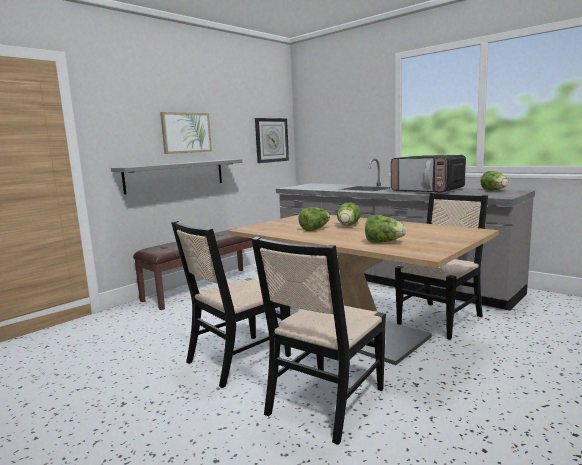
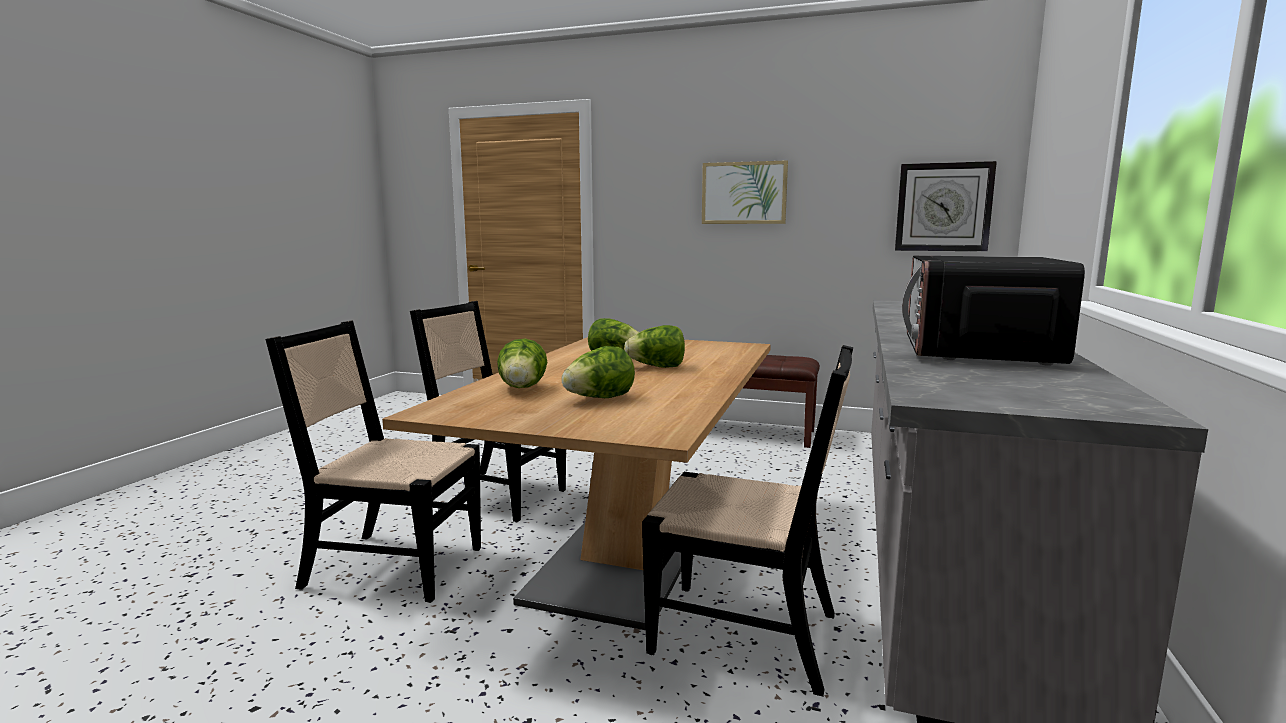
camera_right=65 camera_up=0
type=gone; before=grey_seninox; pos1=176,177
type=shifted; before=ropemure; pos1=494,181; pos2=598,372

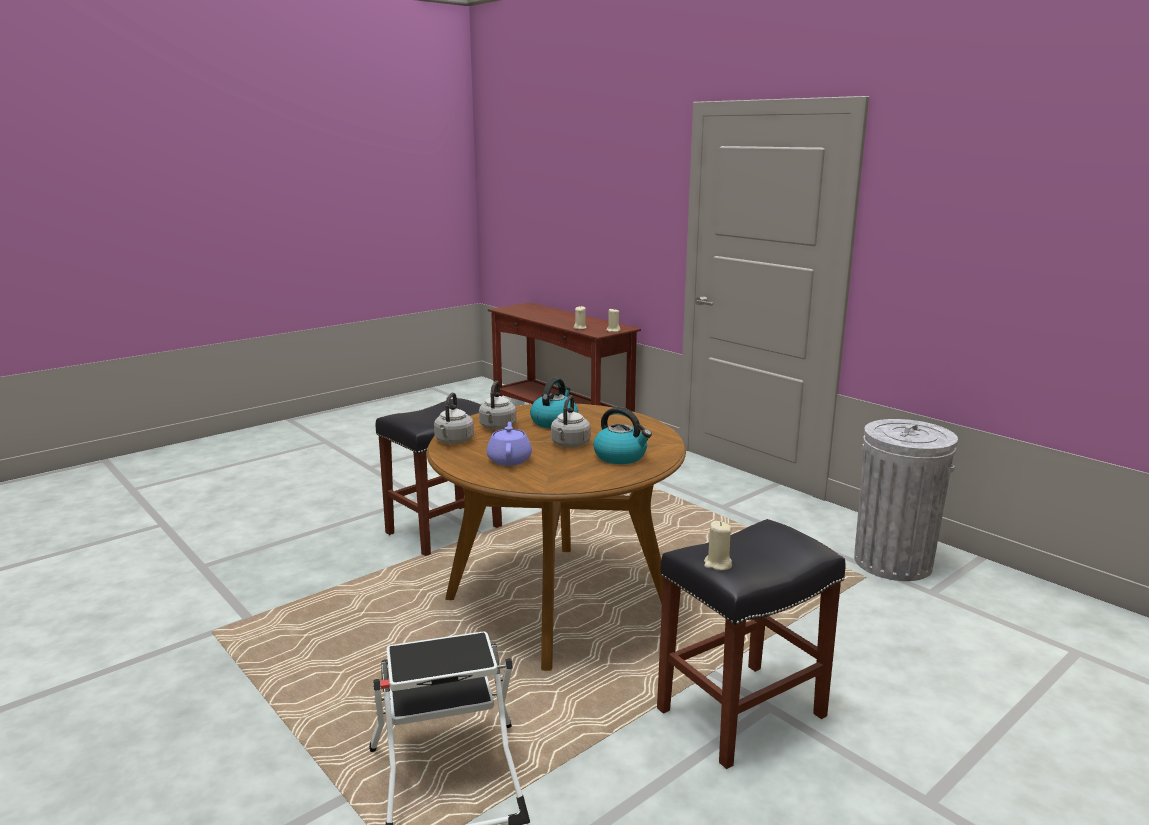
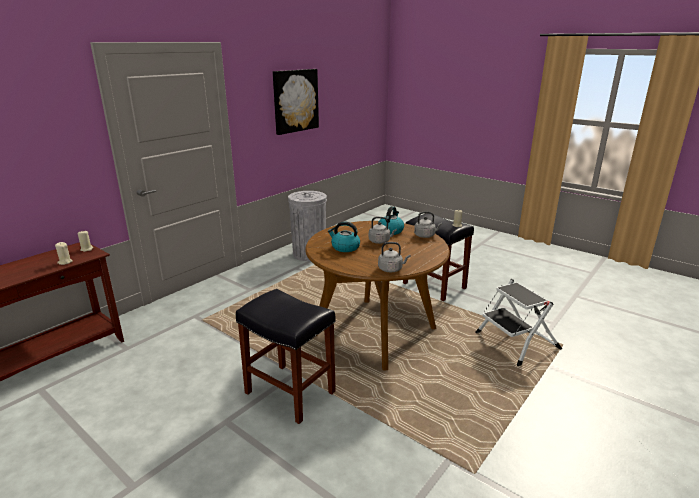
camera_right=-100 camera_up=5
type=shifted; before=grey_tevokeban; pos1=497,405; pos2=428,225
type=gone; before=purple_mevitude; pos1=509,444
type=new; after=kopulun; pos2=296,102

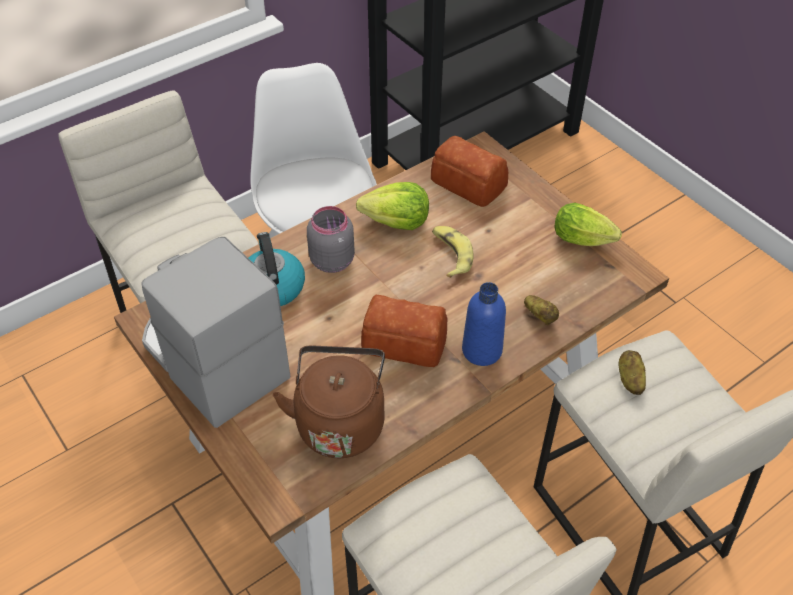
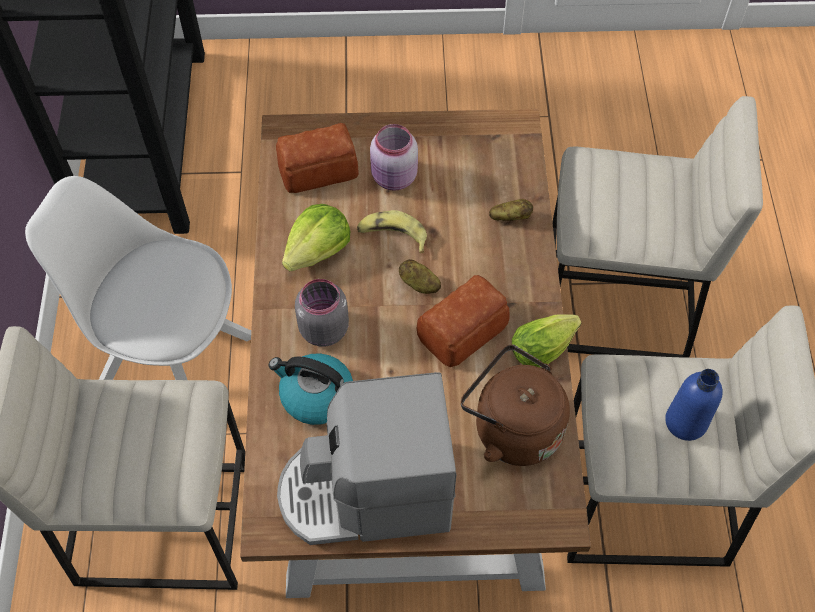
camera_right=-55 camera_up=10
type=shifted; before=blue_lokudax; pos1=484,324; pos2=694,405
type=shifted; before=ropemure; pos1=588,224; pos2=546,341
type=shifted; before=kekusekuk; pos1=632,372; pos2=420,276
type=new; after=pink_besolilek; pos2=394,157

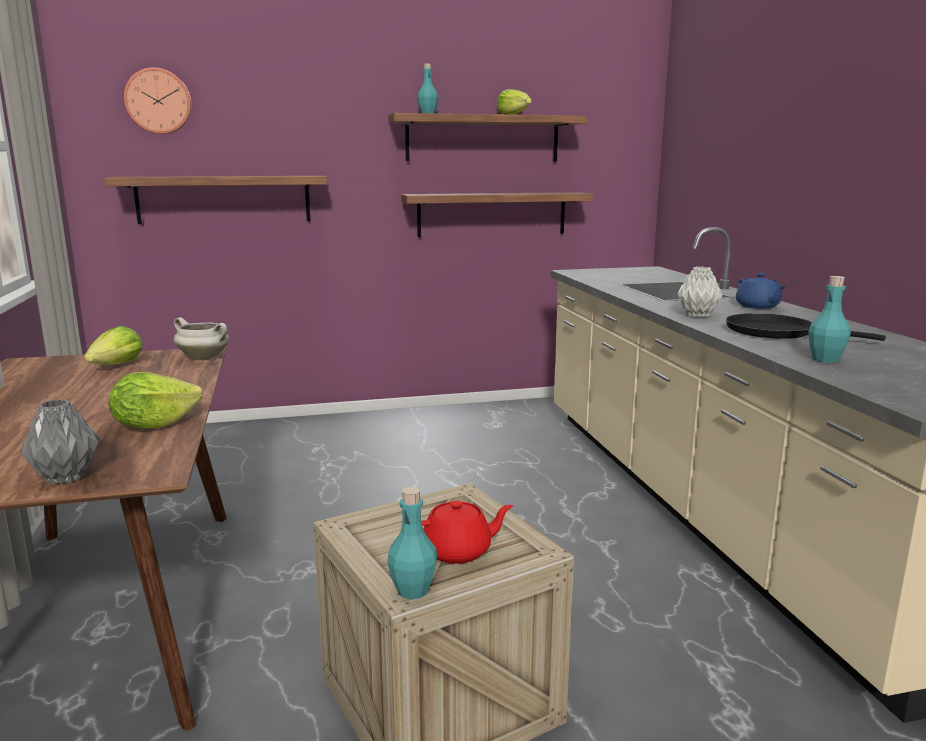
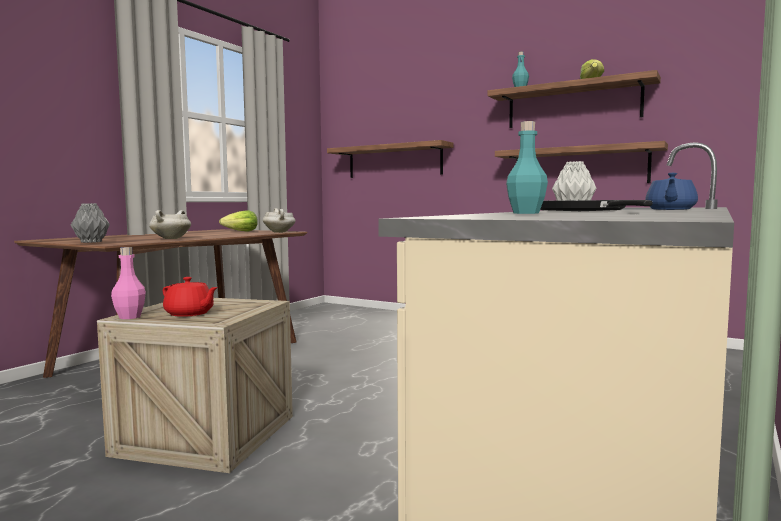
camera_right=45 camera_up=-10
type=swapped; before=ropemure; after=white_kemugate; pos1=155,400; pos2=170,224
type=gone; before=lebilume; pos1=158,100
type=repainted; before=turquoise_lokudax; after=pink_lokudax; pos1=412,543; pos2=128,283

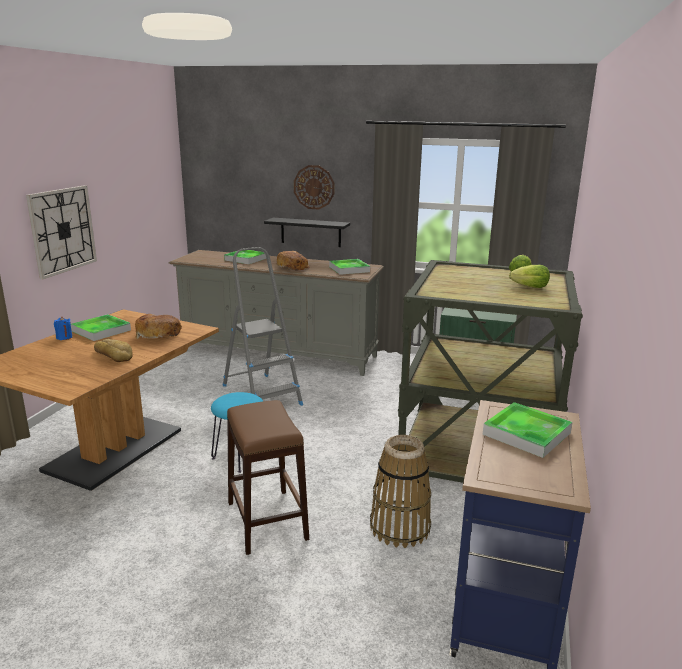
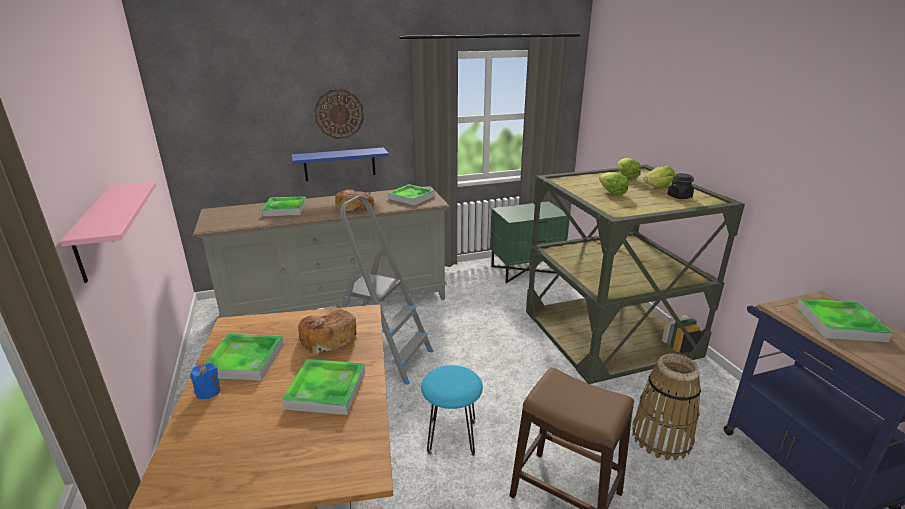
camera_right=-35 camera_up=5
type=swapped; before=lebilume; after=pink_seninox; pos1=61,232; pos2=108,232
type=swapped; before=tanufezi; after=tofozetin; pos1=113,350; pos2=323,387
type=repainted; before=black_seninox; after=blue_seninox; pos1=307,232; pos2=340,164
type=new; after=ropemure; pos2=613,183
type=new; after=black_besolilek; pos2=680,186

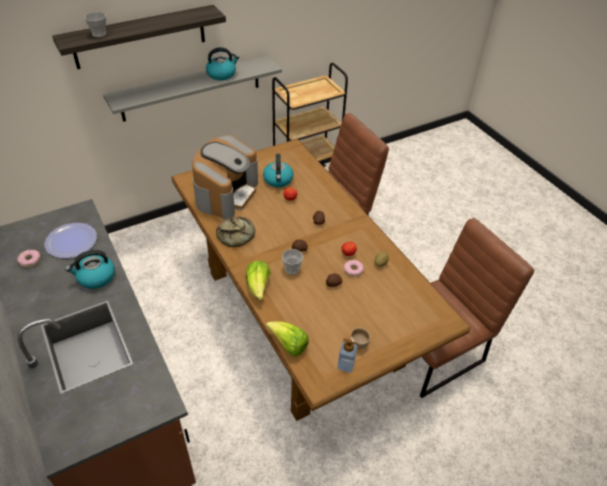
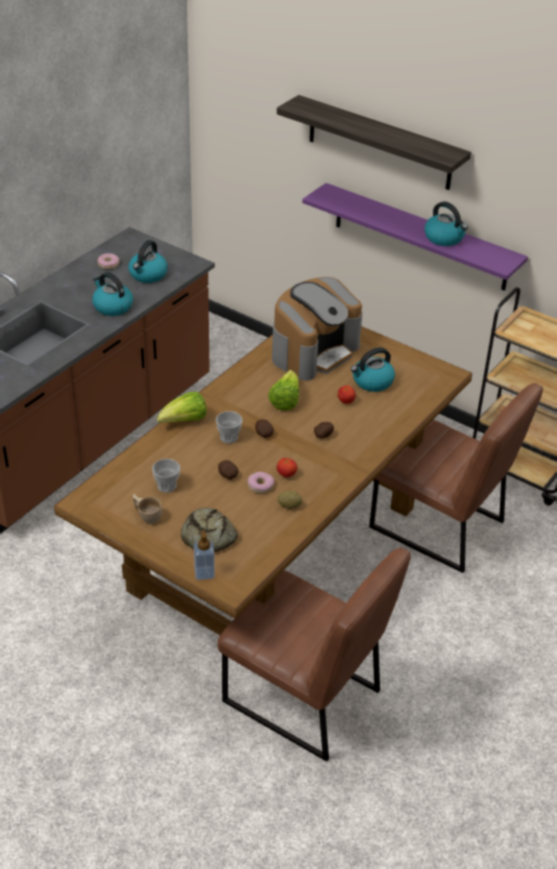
camera_right=65 camera_up=-5
type=swapped; before=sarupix; after=tevokeban; pos1=71,240; pos2=148,261
type=shifted; before=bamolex; pos1=95,24; pos2=166,476
type=repainted; before=grey_seninox; after=purple_seninox; pos1=192,89; pos2=415,237
type=rotated; before=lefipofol; pos1=225,177; pos2=317,329; turn=-45
type=shifted; before=tanufezi; pos1=235,232; pos2=209,529
type=shifted; before=ropemure; pos1=287,339; pos2=283,390
type=shifted; before=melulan; pos1=347,355; pos2=204,555

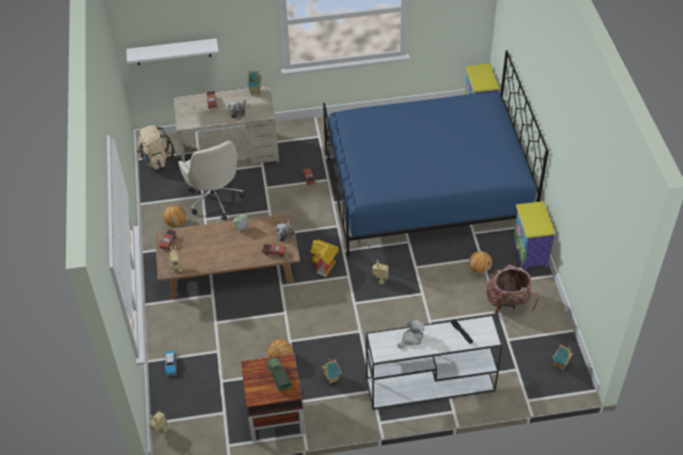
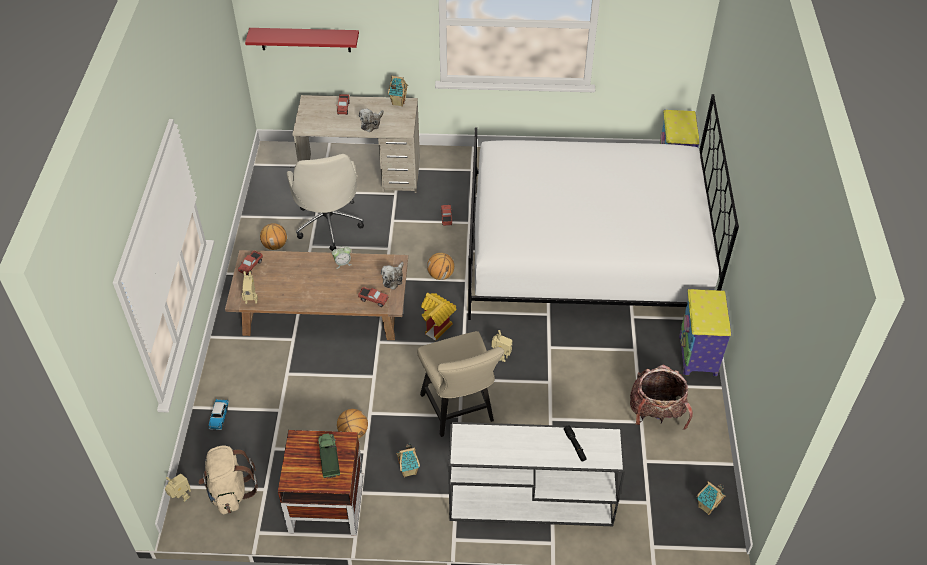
camera_right=10 camera_up=0
type=repainted; before=white_seninox; after=red_seninox; pos1=172,51; pos2=302,40
type=shifted; before=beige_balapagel; pos1=155,147; pos2=228,480
type=repainted; before=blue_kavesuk; after=white_kavesuk; pos1=436,153; pos2=603,207
type=gone; before=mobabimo; pos1=411,333
type=shifted; before=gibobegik; pos1=480,262; pos2=440,266
type=new; after=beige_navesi; pos2=460,384

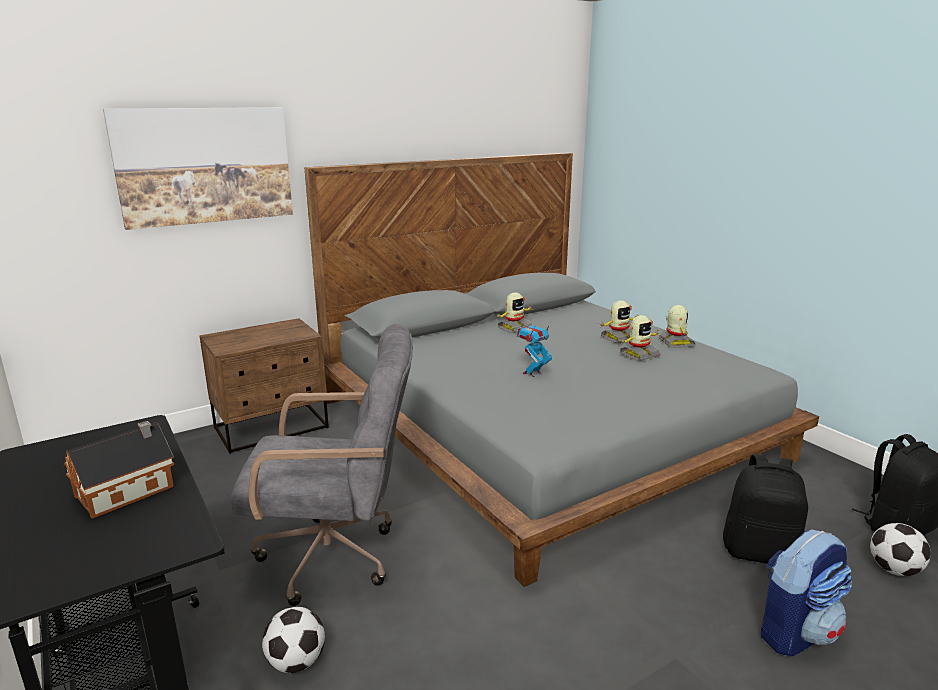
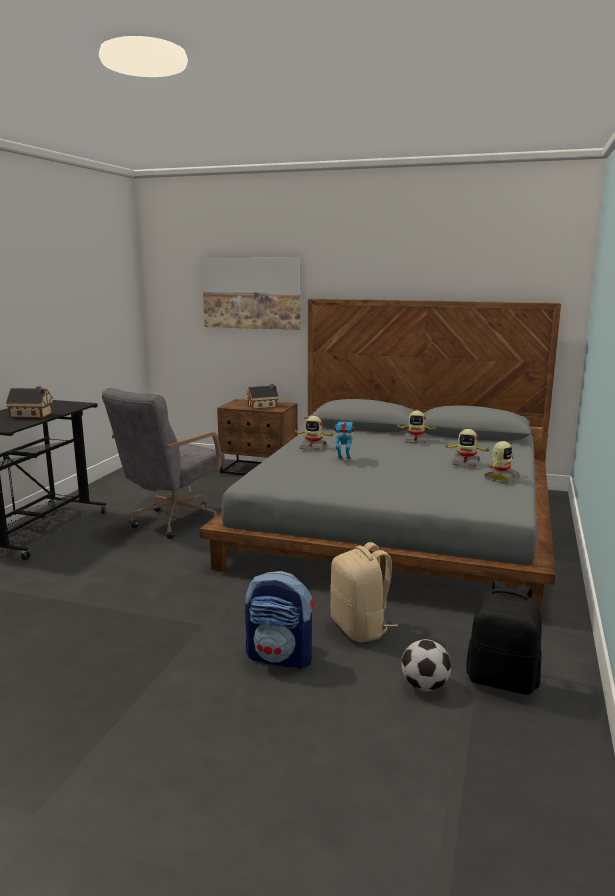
camera_right=50 camera_up=-5
type=rotated; before=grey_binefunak; pos1=321,465; pos2=163,463; turn=75
type=gone; before=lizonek; pos1=293,640
type=shifted; before=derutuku; pos1=640,338; pos2=314,433
type=repainted; before=black_balapagel; after=beige_balapagel; pos1=765,509; pos2=364,592
type=new; after=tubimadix; pos2=263,396

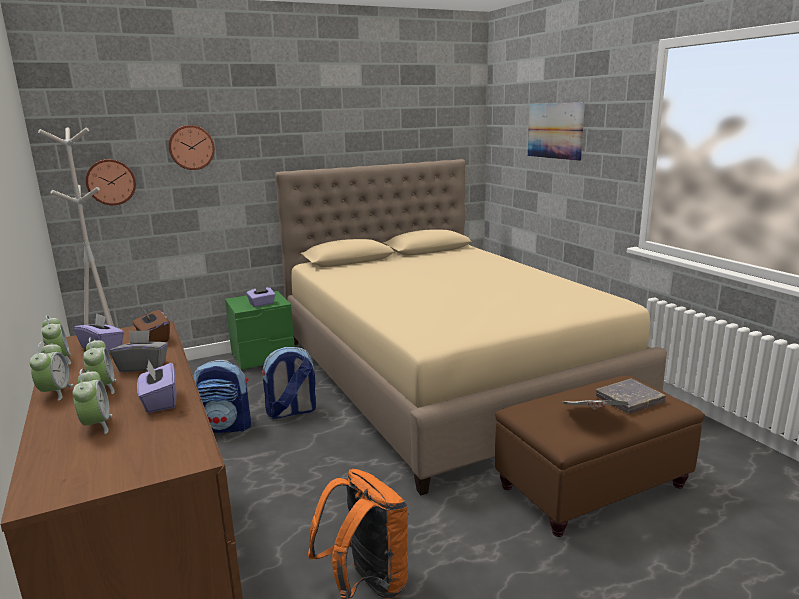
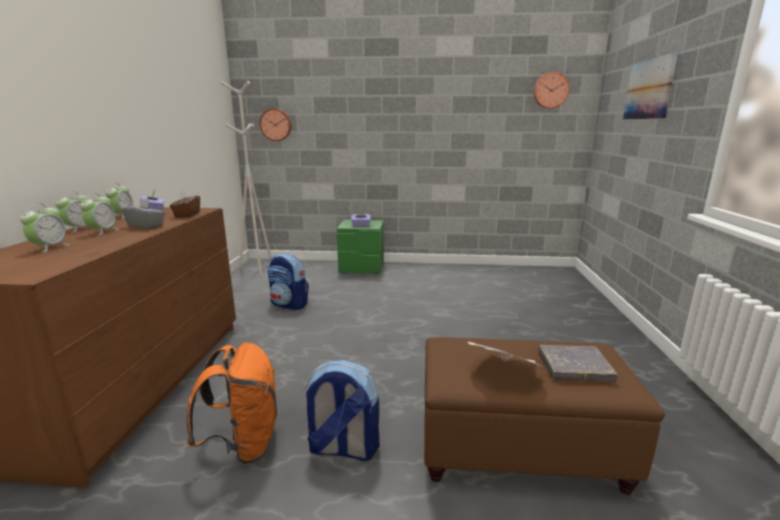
camera_right=30 camera_up=0
type=gone; before=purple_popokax; pos1=157,386
type=shifted; before=lebilume; pos1=191,147; pos2=552,90
type=shifted; before=balapagel; pos1=288,383; pos2=342,410
type=gone; before=beige_kavesuk; pos1=471,327

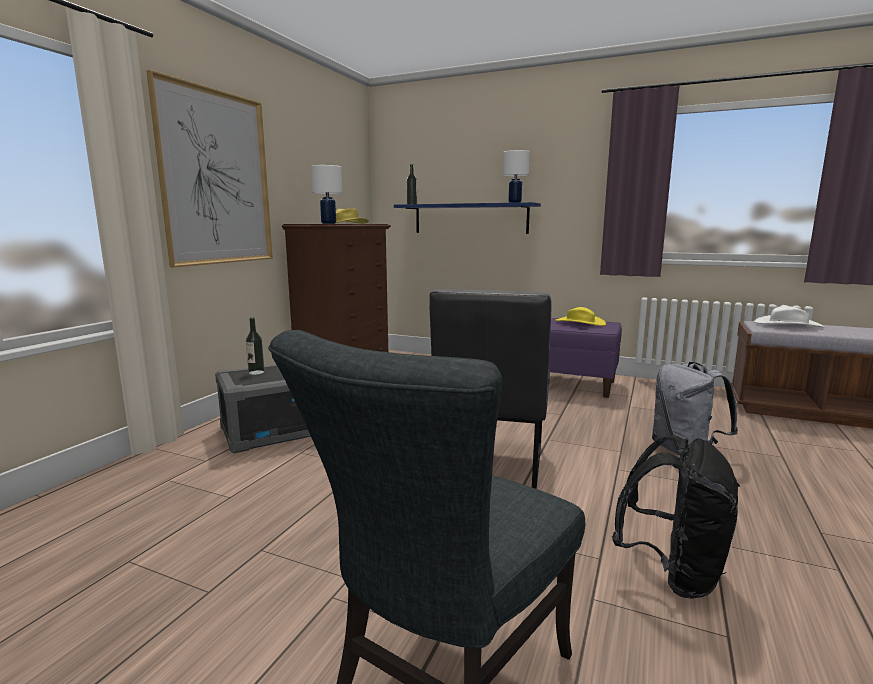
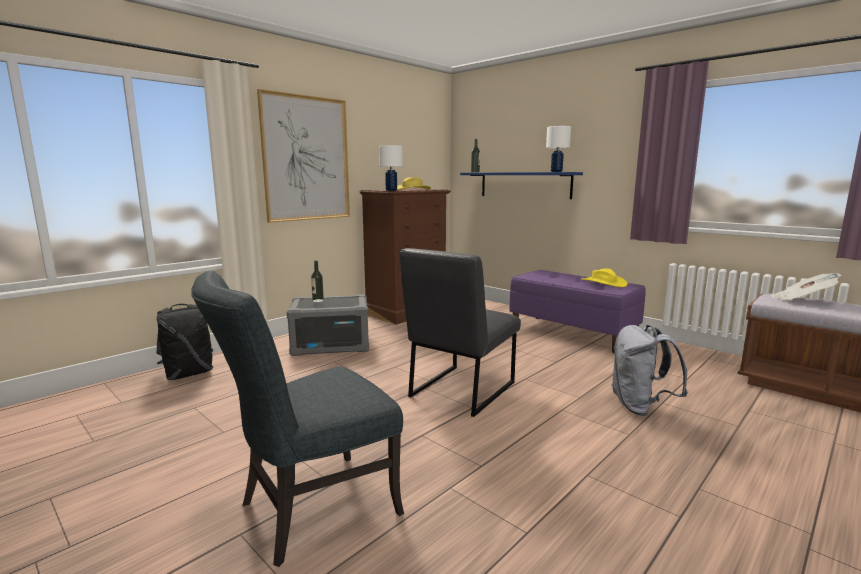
camera_right=20 camera_up=0
type=shifted; before=black_balapagel; pos1=676,517; pos2=184,342
type=swapped; before=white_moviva; after=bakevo; pos1=789,317; pos2=806,286

